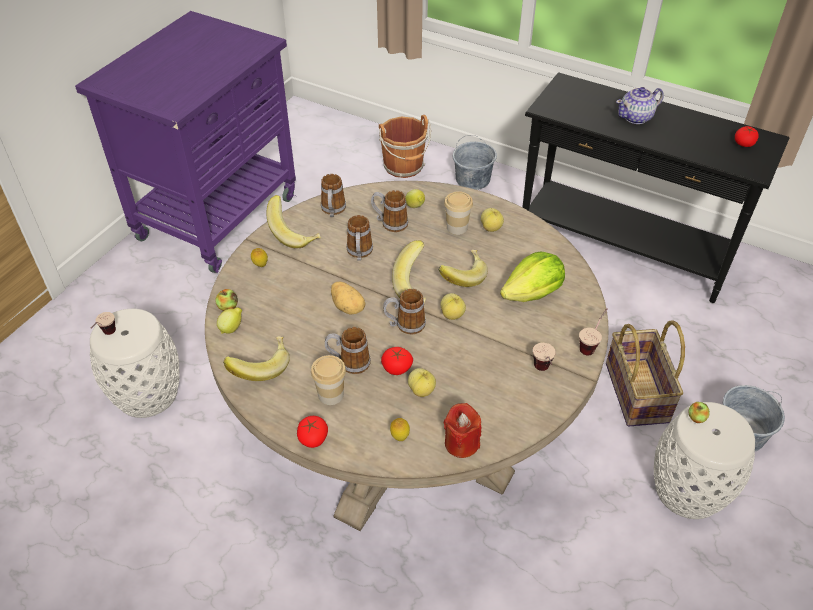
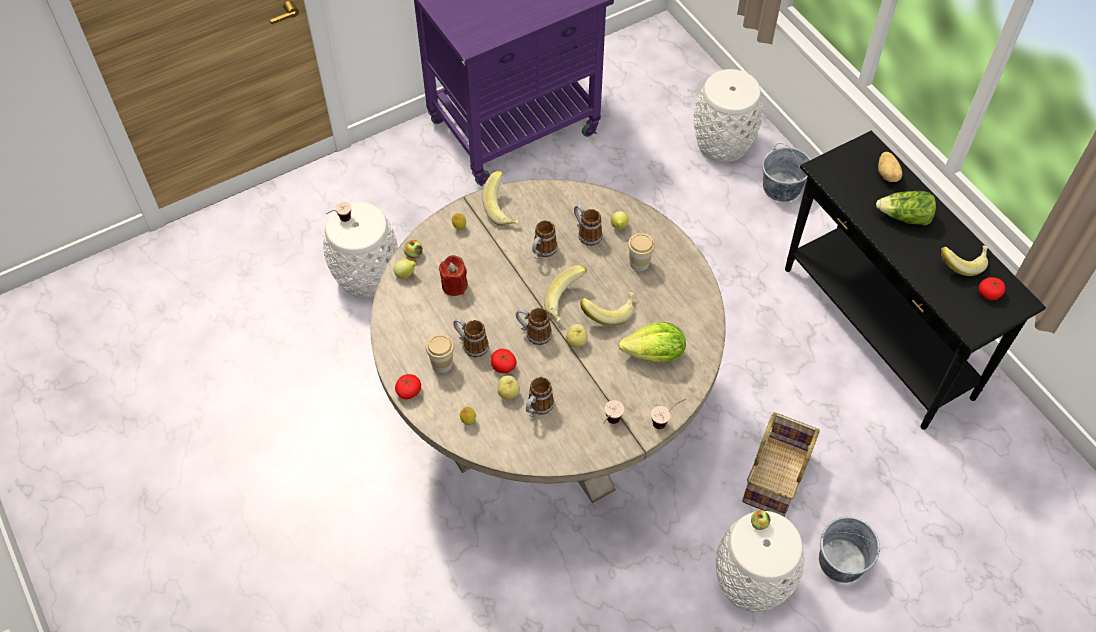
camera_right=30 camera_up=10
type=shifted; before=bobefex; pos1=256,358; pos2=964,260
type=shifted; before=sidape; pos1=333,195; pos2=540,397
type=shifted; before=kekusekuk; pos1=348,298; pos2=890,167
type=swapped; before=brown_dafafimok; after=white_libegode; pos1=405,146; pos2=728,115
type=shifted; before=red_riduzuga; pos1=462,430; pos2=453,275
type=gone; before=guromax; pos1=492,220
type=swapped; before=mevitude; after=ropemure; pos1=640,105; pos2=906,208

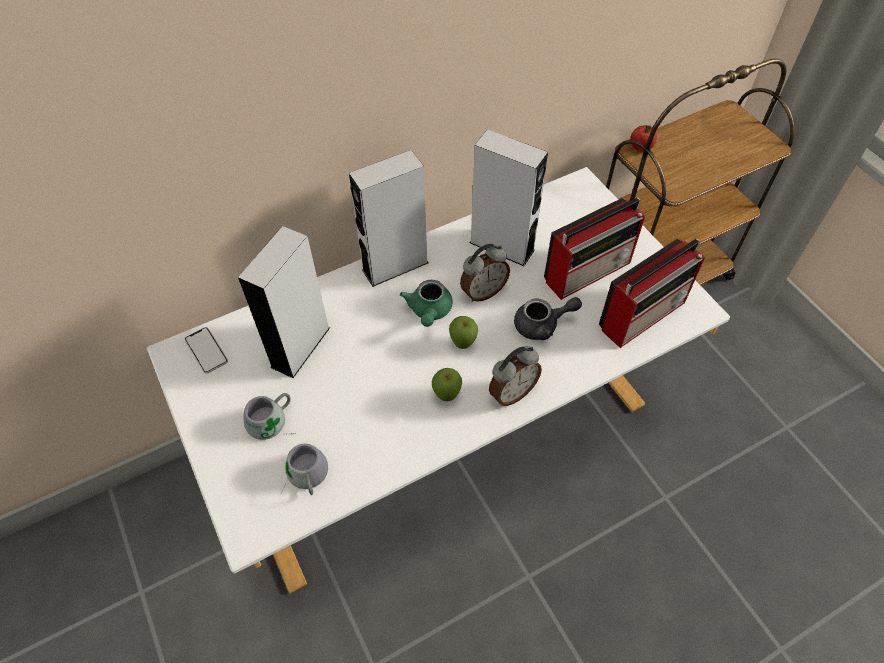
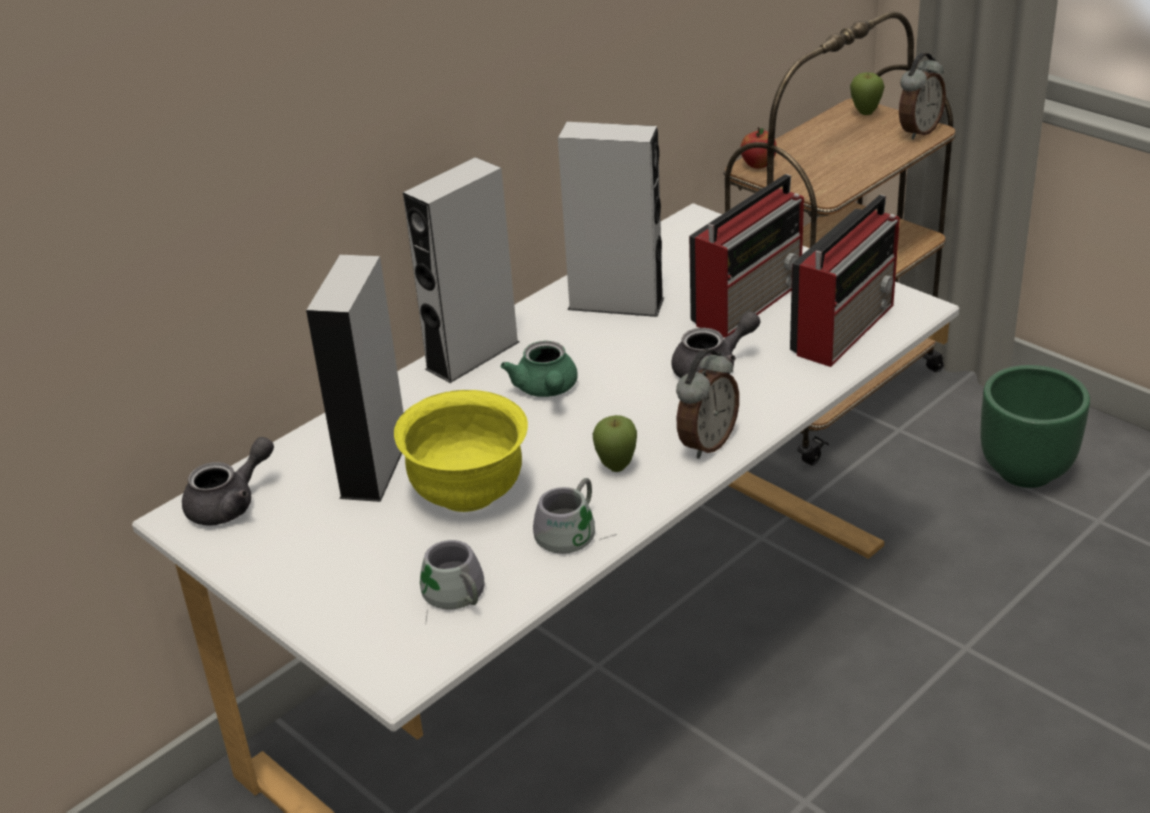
camera_right=-15 camera_up=-20
type=swapped; before=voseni; after=grey_mevitude; pos1=206,350; pos2=228,481
type=shifted; before=grey_sidape; pos1=269,416; pos2=574,516
type=shifted; before=guromax; pos1=463,332; pos2=867,94
type=shifted; before=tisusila; pos1=485,273; pos2=922,96
type=new; after=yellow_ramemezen; pos2=461,451
type=new; after=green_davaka; pos2=1035,426

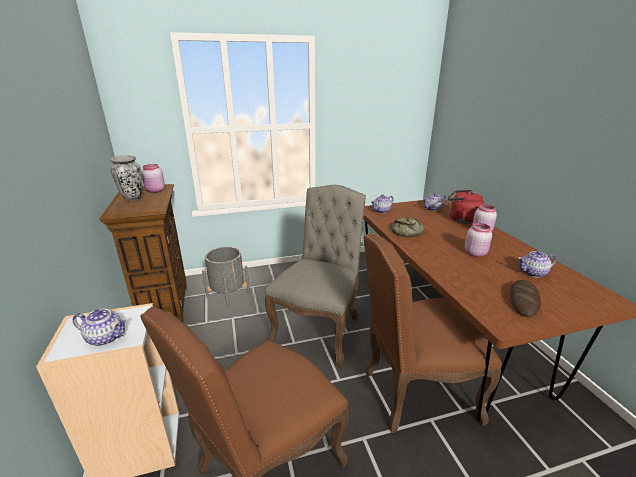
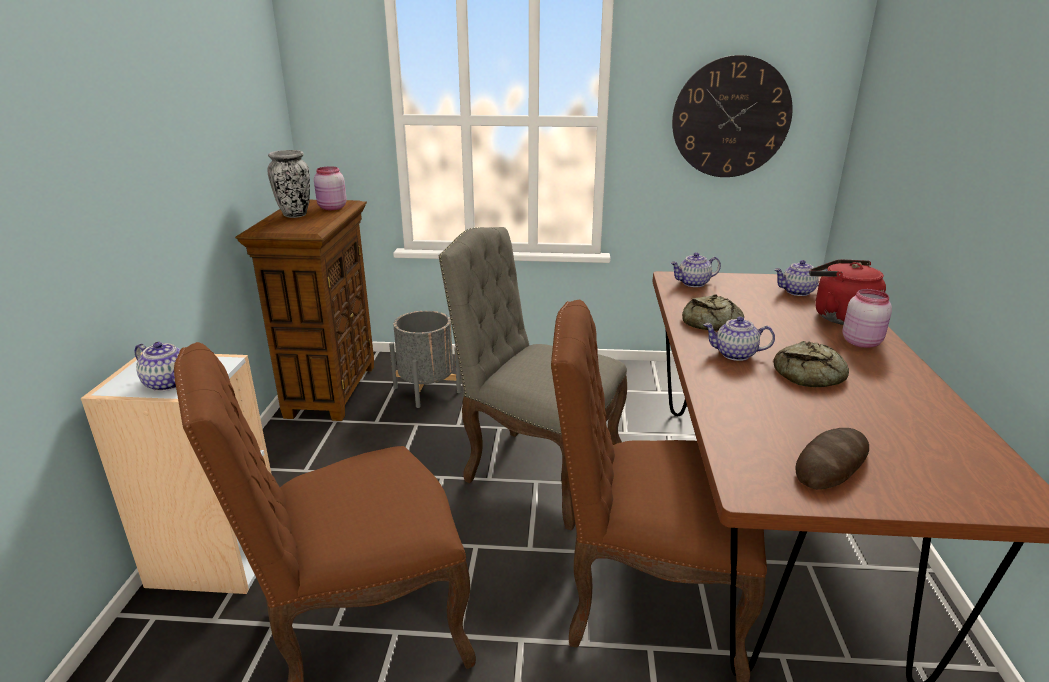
camera_right=20 camera_up=0
type=rotated; before=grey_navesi; pos1=315,276; pos2=533,379; turn=-105
type=swapped; before=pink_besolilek; after=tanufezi; pos1=478,240; pos2=811,364
type=shifted; before=mevitude; pos1=537,264; pos2=739,338
type=new; after=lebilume; pos2=732,116

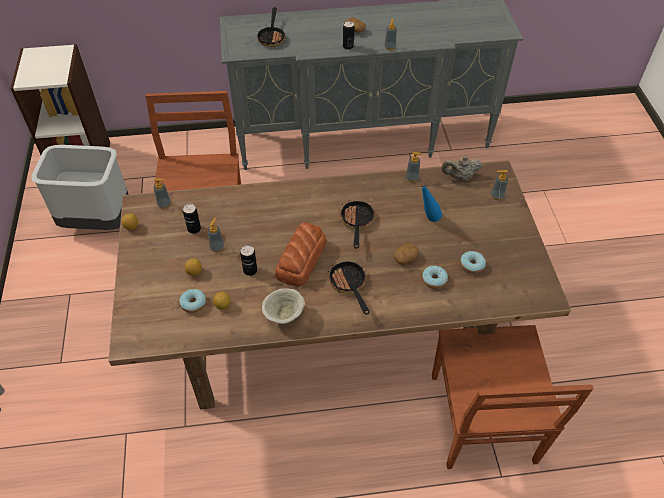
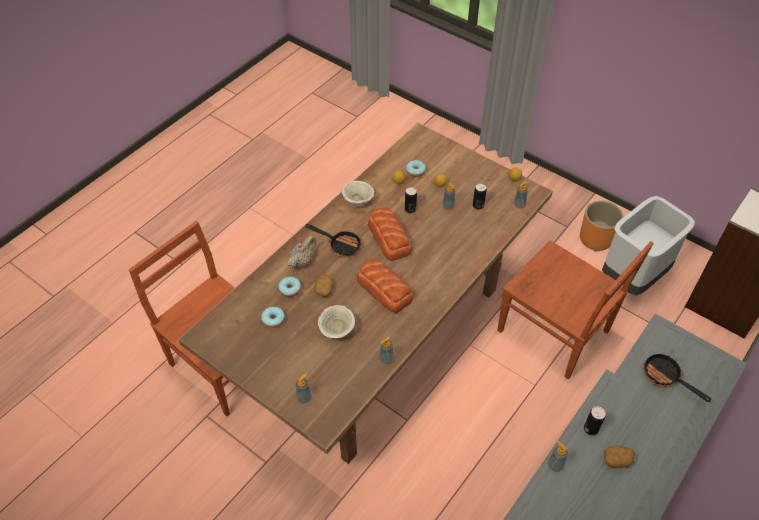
camera_right=135 camera_up=0
type=swapped; before=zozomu; after=tanufezi; pos1=357,224; pos2=385,286
type=swapped; before=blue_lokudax; after=beige_ramemezen; pos1=431,202; pos2=336,321
type=shifted; before=beige_mevitude; pos1=462,168; pos2=302,252
type=new; after=orange_davaka; pos2=601,225

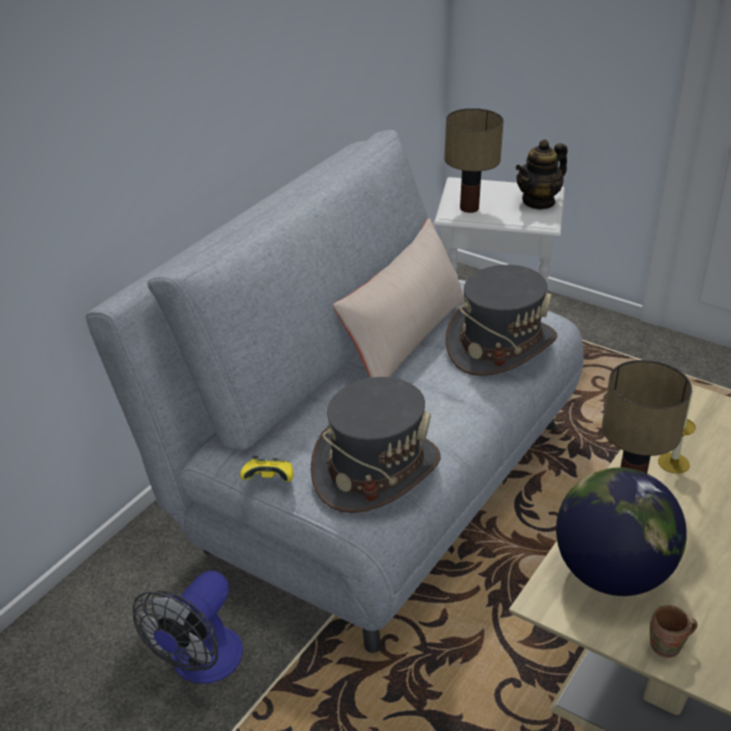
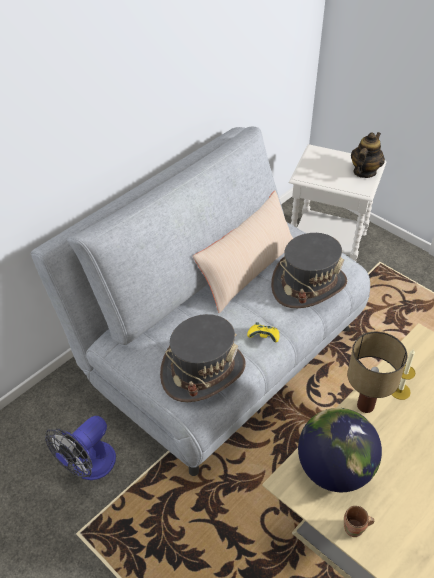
camera_right=10 camera_up=10
type=shifted; before=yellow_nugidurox; pos1=267,469; pos2=263,332
type=gone; before=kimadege; pos1=474,160
type=rotated; before=mevitude; pos1=542,174; pos2=368,155; turn=150

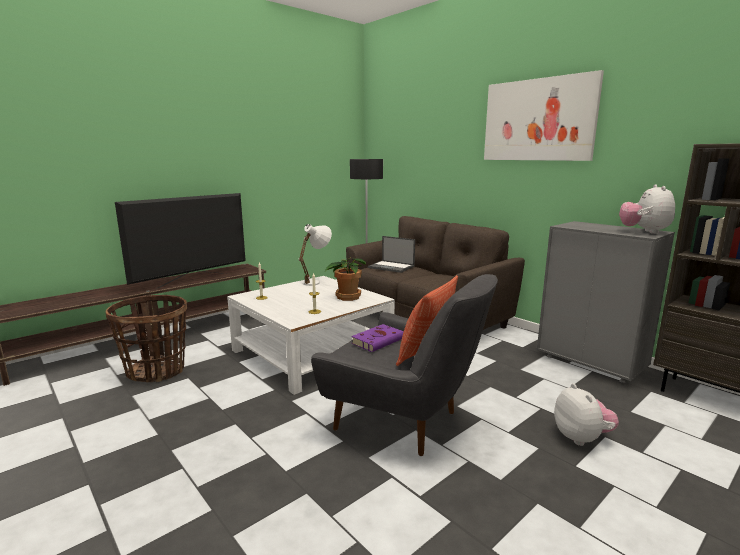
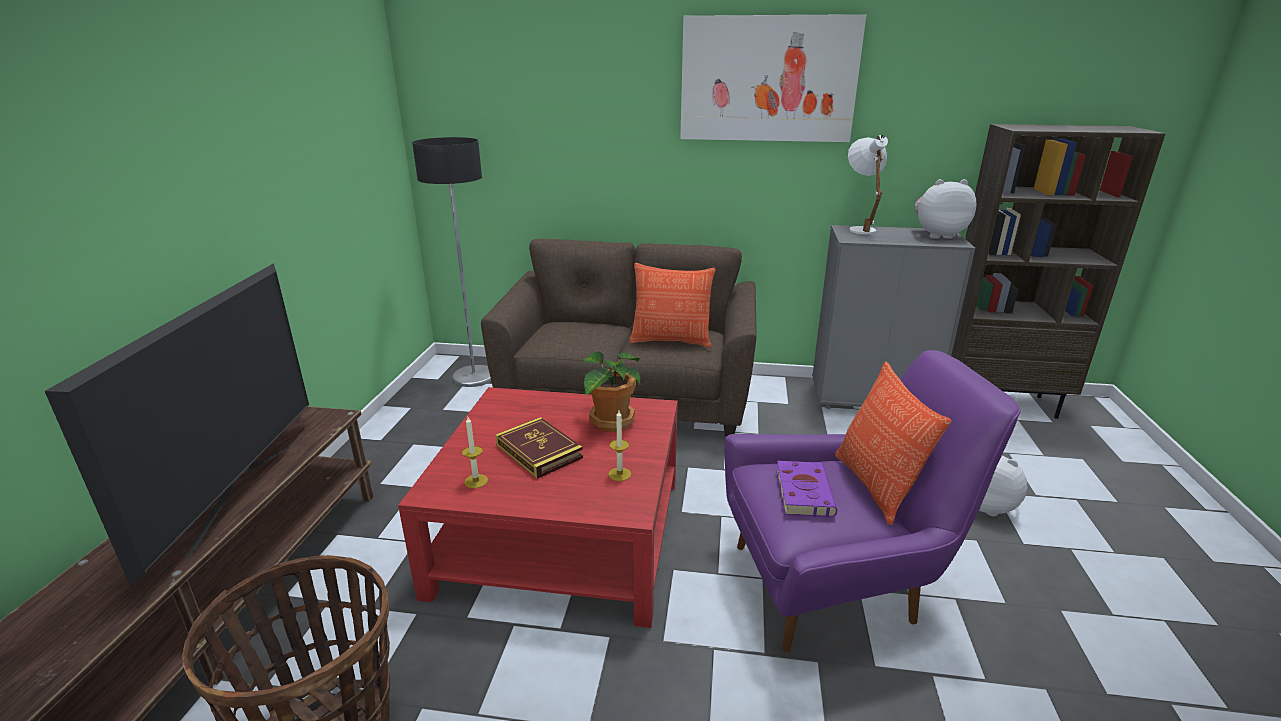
camera_right=-40 camera_up=10
type=repainted; before=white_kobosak; after=red_kobosak; pos1=311,335; pos2=538,507
type=shifted; before=white_kimadege; pos1=315,255; pos2=868,184
type=repainted; before=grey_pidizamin; after=purple_pidizamin; pos1=404,365; pos2=873,501
type=gone; before=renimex; pos1=391,254
type=rotated; before=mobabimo; pos1=647,209; pos2=945,209; turn=120
type=new; after=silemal; pos2=539,448
type=new; after=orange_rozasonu; pos2=673,305

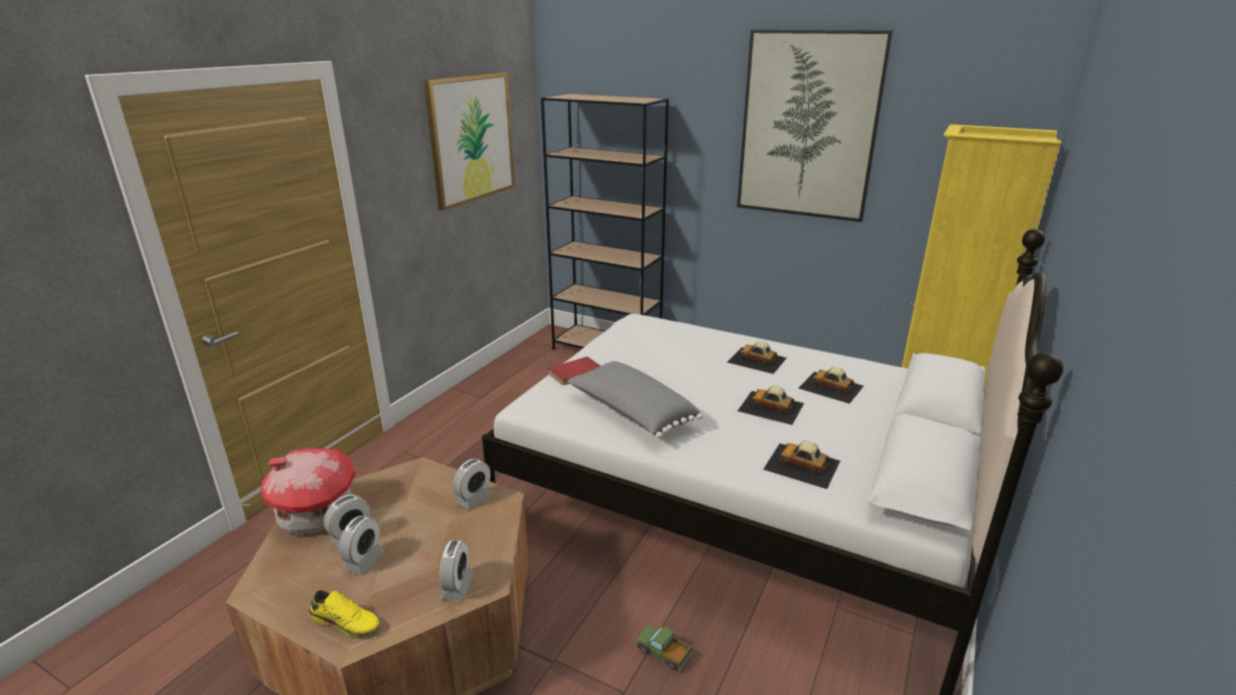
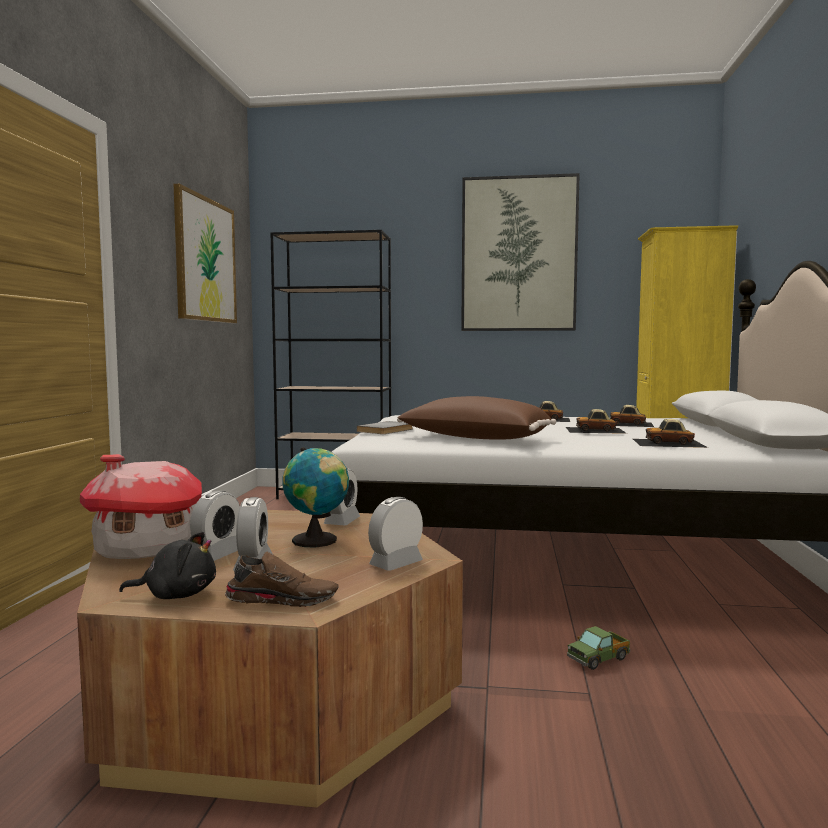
camera_right=-20 camera_up=-20
type=repainted; before=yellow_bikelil; after=brown_bikelil; pos1=344,614; pos2=282,579
type=rotated; before=tisusila; pos1=456,570; pos2=395,534; turn=-120
type=repainted; before=red_silemal; after=grey_silemal; pos1=573,371; pos2=385,427
type=repainted; before=grey_rozasonu; after=brown_rozasonu; pos1=635,399; pos2=476,418
type=rotated; before=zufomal; pos1=664,647; pos2=598,648; turn=-45
type=new; after=black_mobabimo; pos2=167,565
type=new; after=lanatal; pos2=315,497

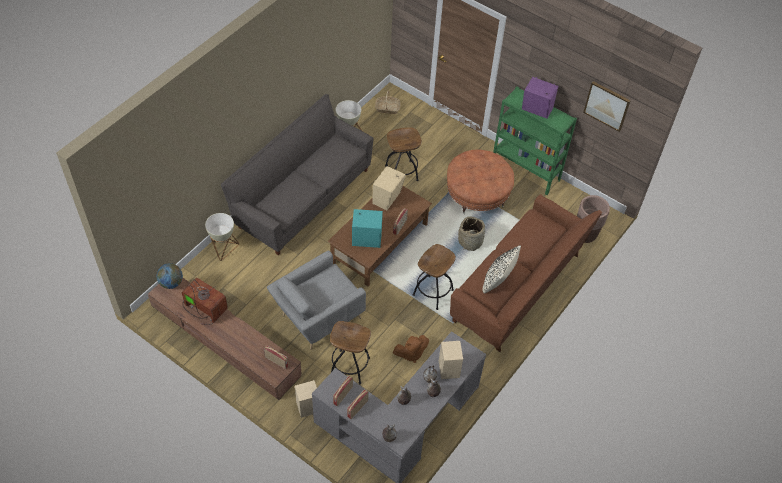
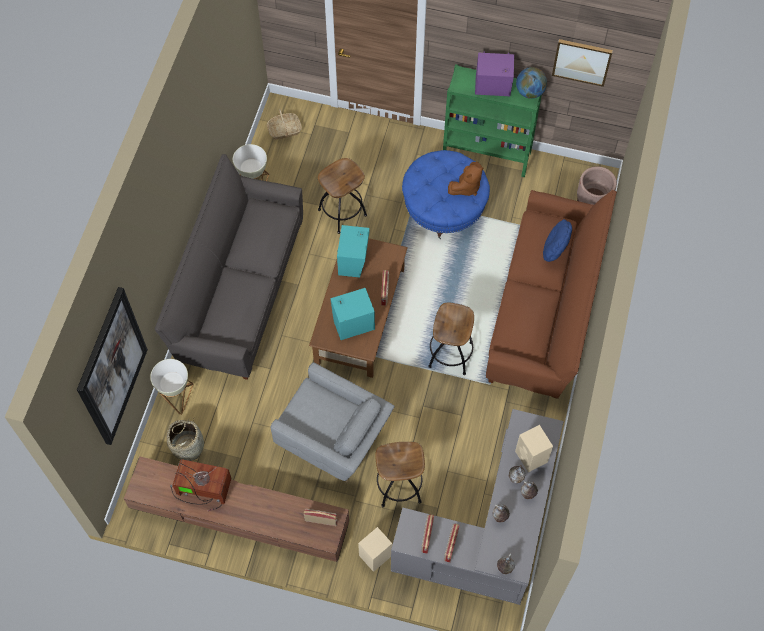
camera_right=-20 camera_up=10
type=shifted; before=lanatal; pos1=170,276; pos2=531,83
type=rotated; before=grey_pidizamin; pos1=316,300; pos2=332,422; turn=-90
type=repainted; before=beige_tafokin; after=turquoise_tafokin; pos1=389,188; pos2=353,251
type=shifted; before=brown_mobabimo; pos1=411,349; pos2=466,179
type=repainted; before=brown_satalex; after=blue_satalex; pos1=480,182; pos2=446,194
type=shifted; before=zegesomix; pos1=471,233; pos2=185,439
type=gone; before=beige_rozasonu; pos1=501,269
type=new; after=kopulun; pos2=112,366
type=new; after=blue_rozasonu; pos2=557,240

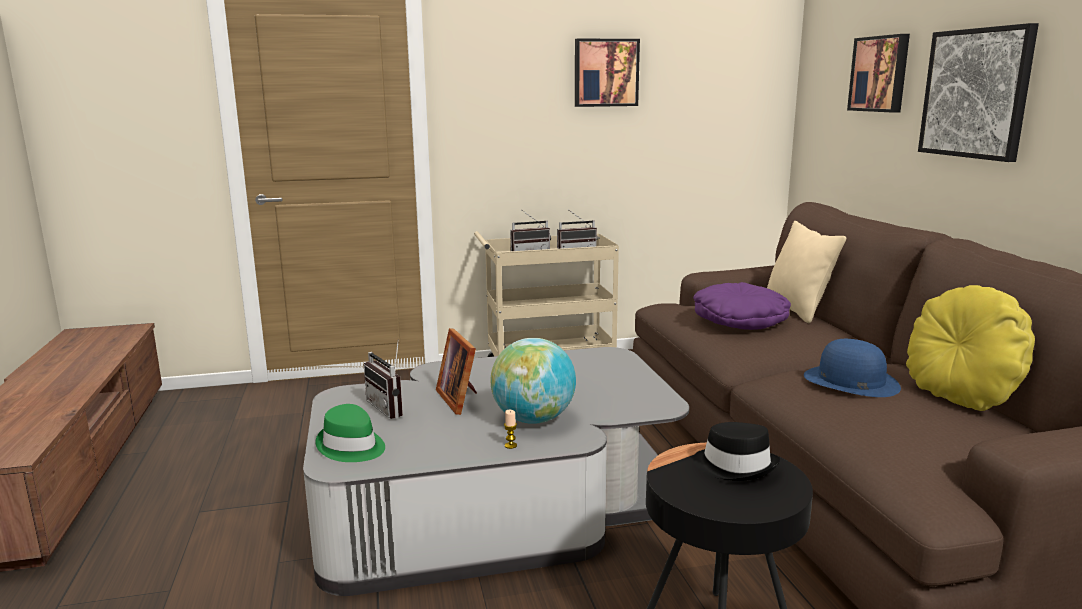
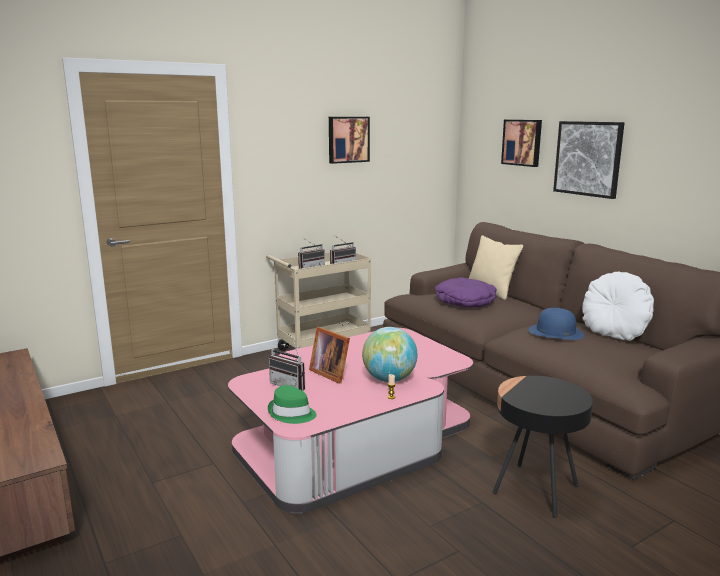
camera_right=-20 camera_up=0
type=repainted; before=grey_kobosak; after=pink_kobosak; pos1=496,471; pos2=350,420
type=gone; before=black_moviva; pos1=736,451
type=repainted; before=yellow_rozasonu; after=white_rozasonu; pos1=970,348; pos2=618,306

